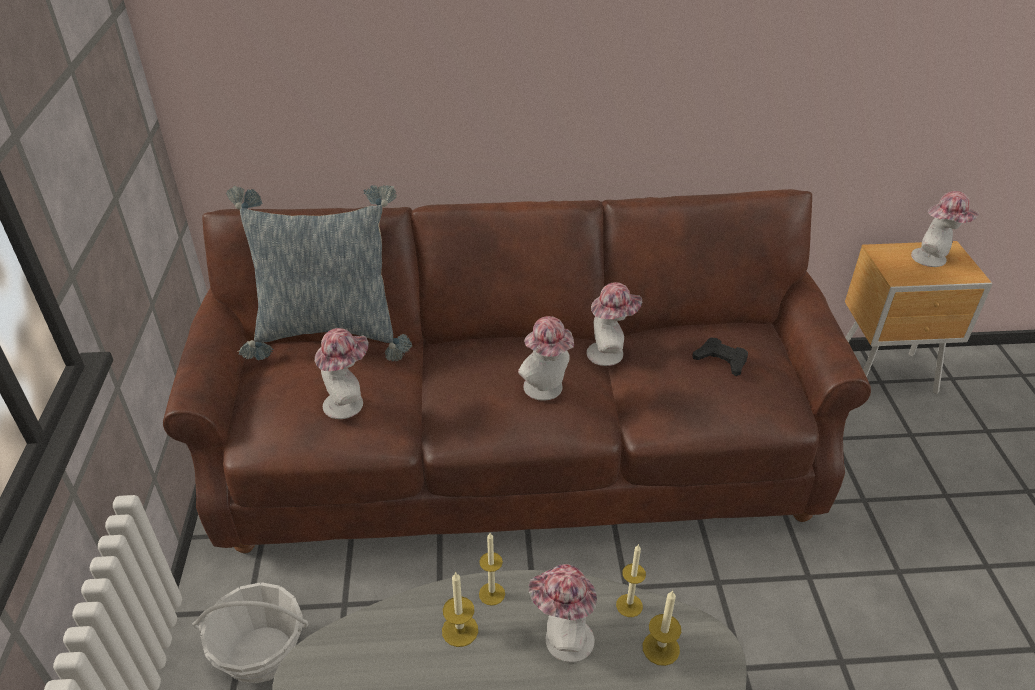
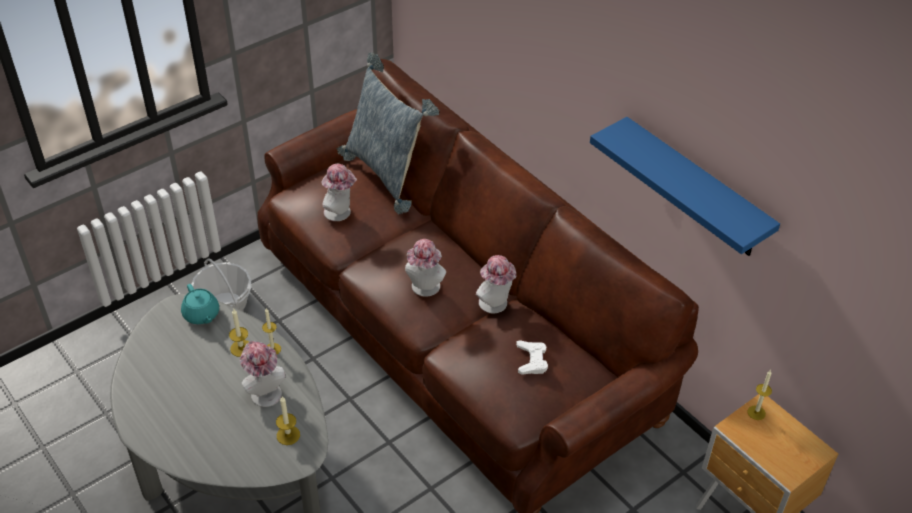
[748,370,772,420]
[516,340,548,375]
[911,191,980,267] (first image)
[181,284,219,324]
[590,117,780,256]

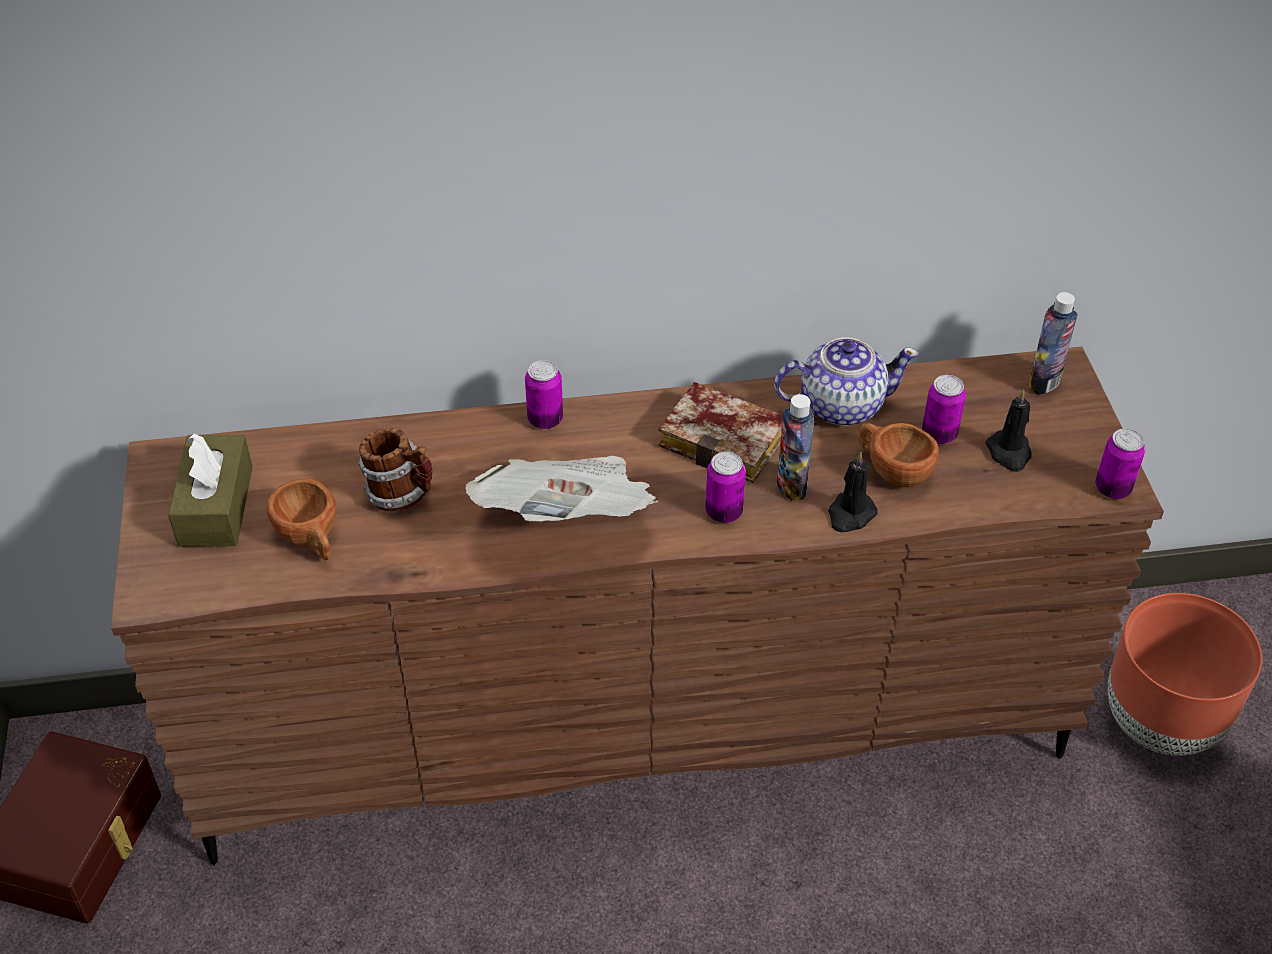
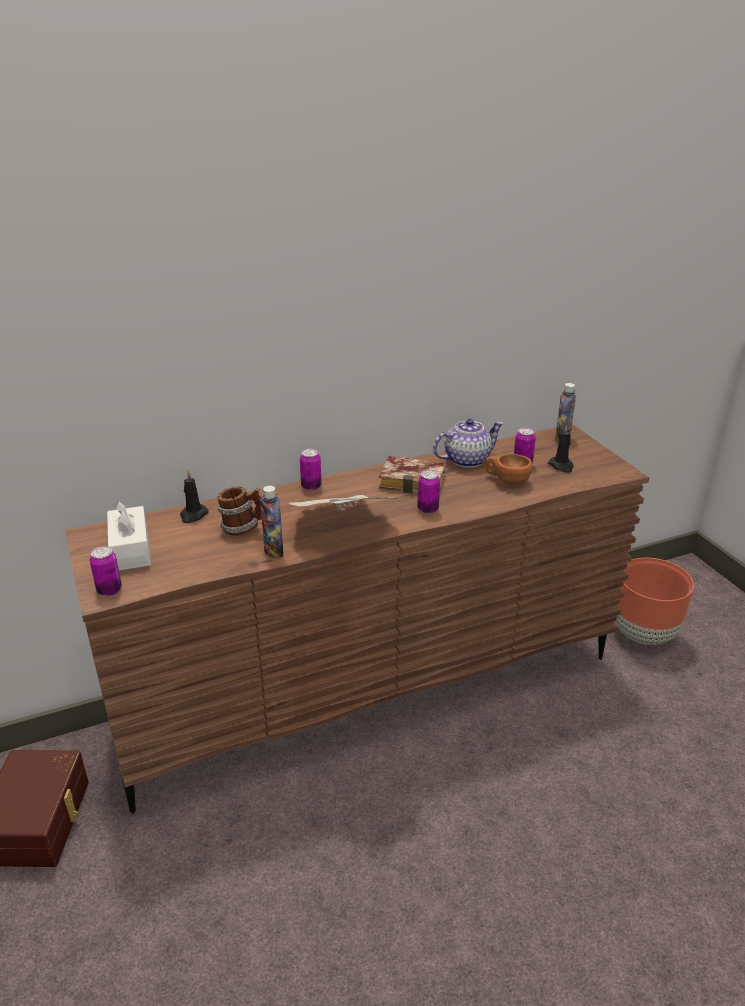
[107,501,151,571]
[267,479,337,560] (first image)
[260,486,283,559]
[180,471,209,523]
[90,546,122,596]

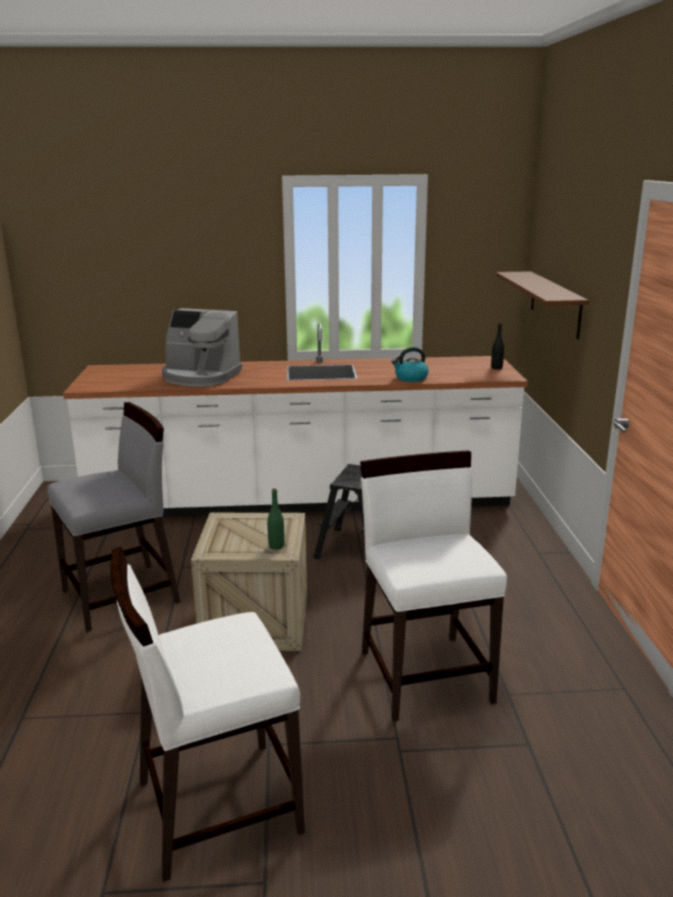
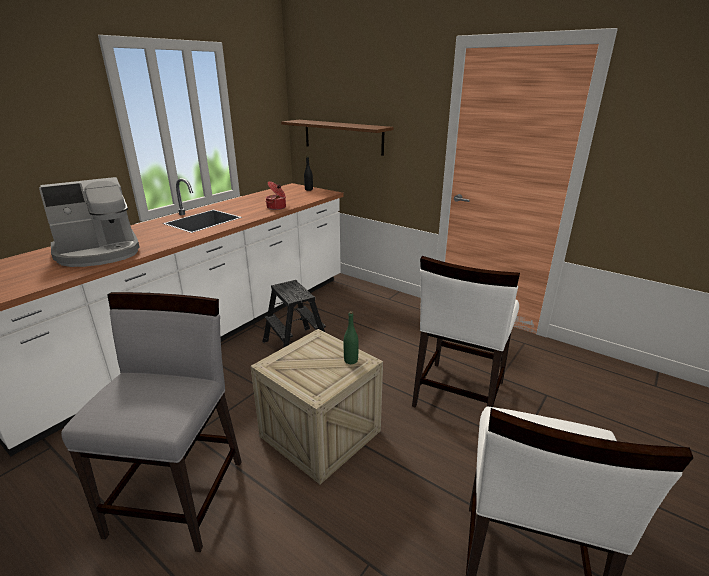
[412,256,520,408]
[265,181,286,210]

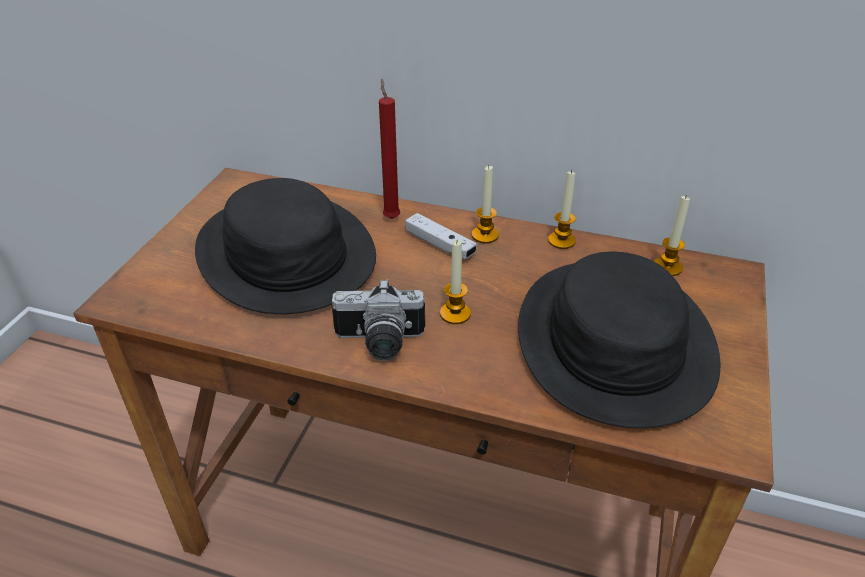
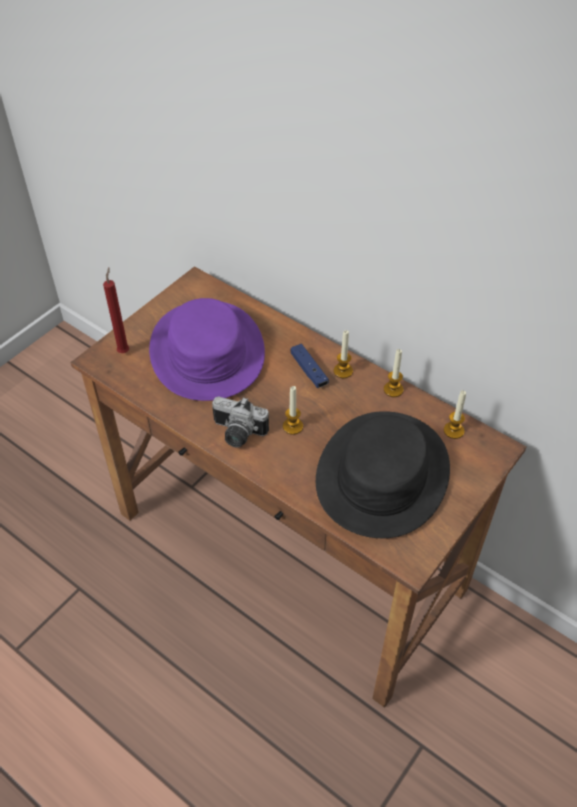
[149,298,265,401]
[103,268,129,353]
[291,344,329,388]

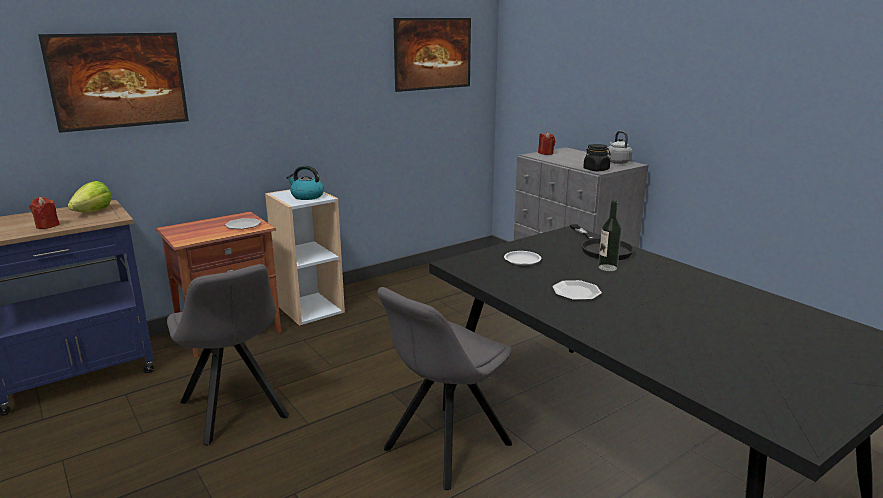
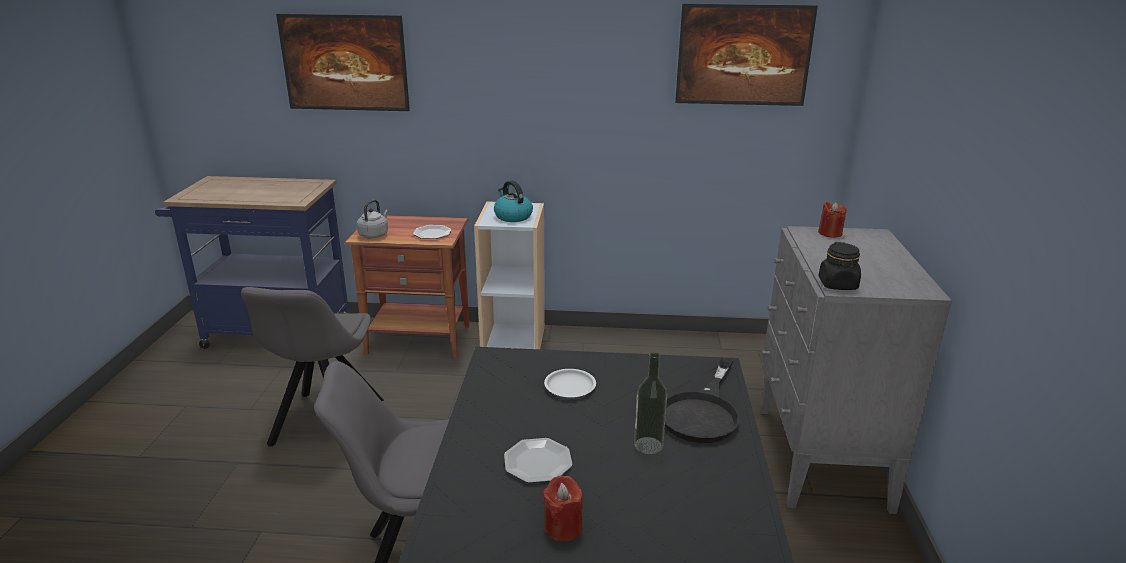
[543,475,583,541]
[68,181,112,213] (first image)
[357,199,388,238]

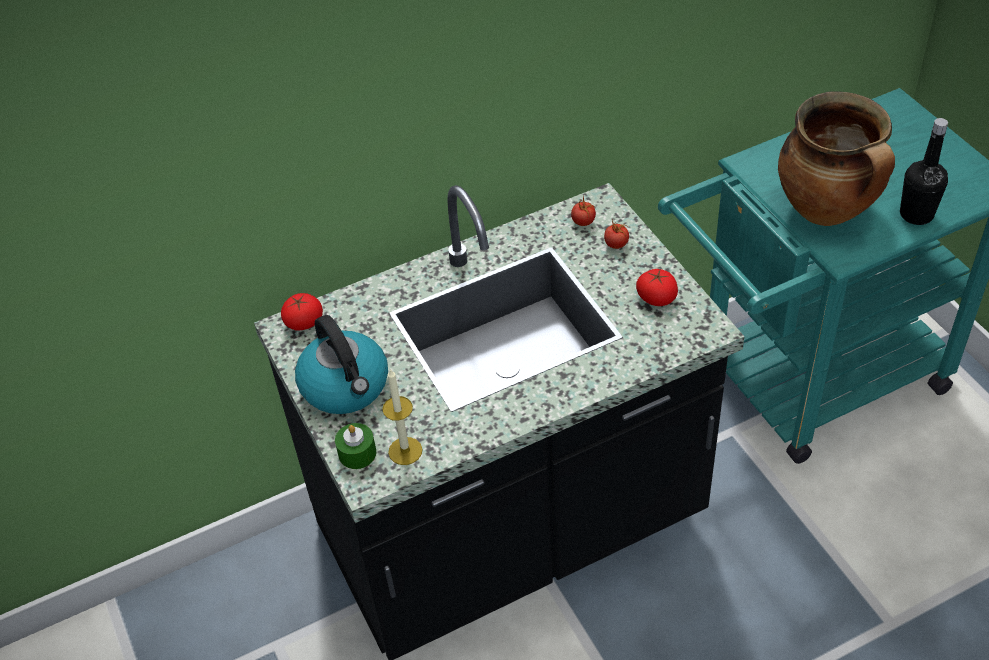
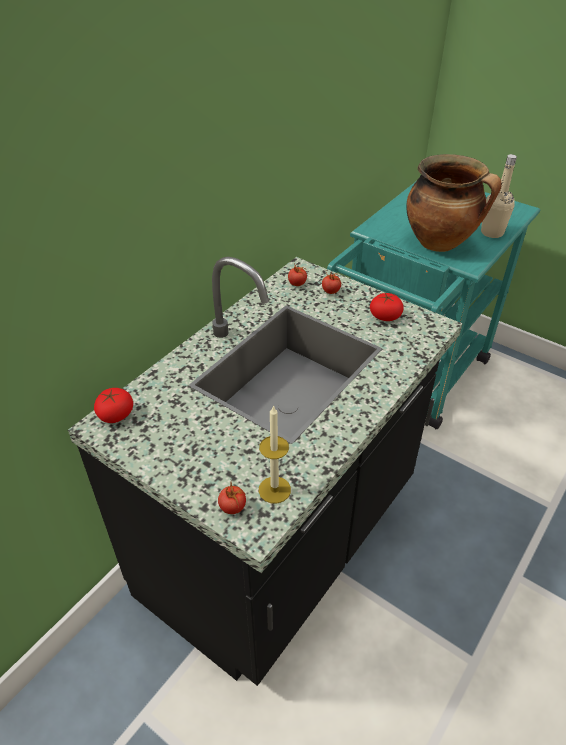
[295,315,388,414] (first image)
[218,483,246,514]
[481,154,517,238]

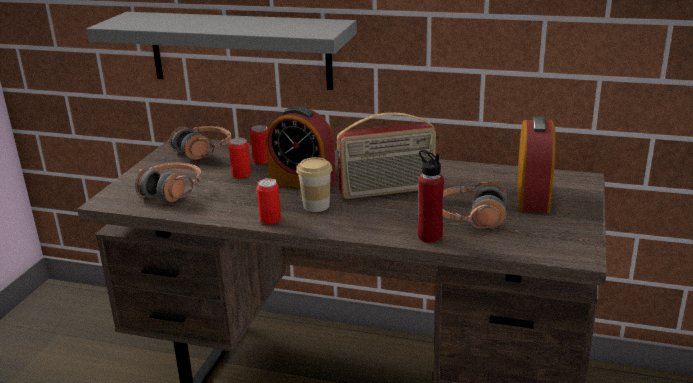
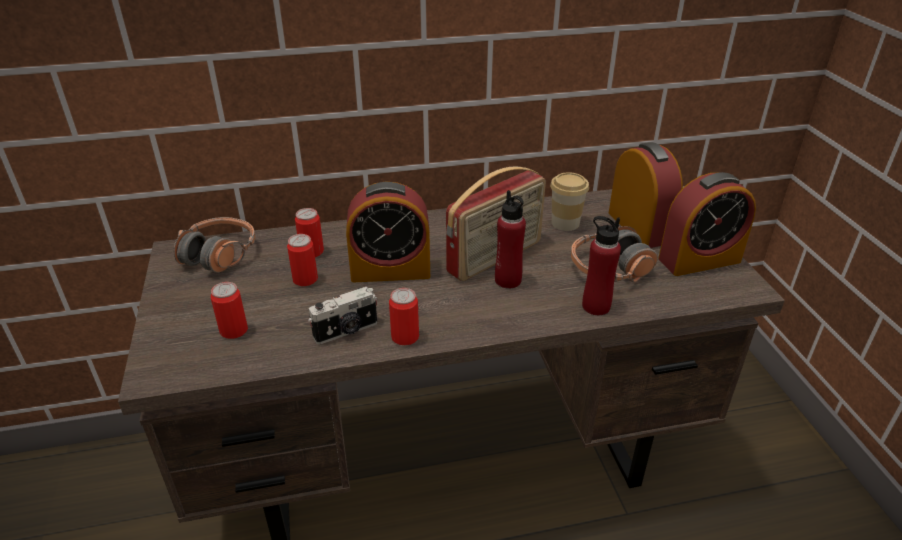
[86,12,357,90] (first image)
[211,282,248,339]
[550,172,589,231]
[308,287,377,345]
[495,190,526,289]
[658,172,756,276]

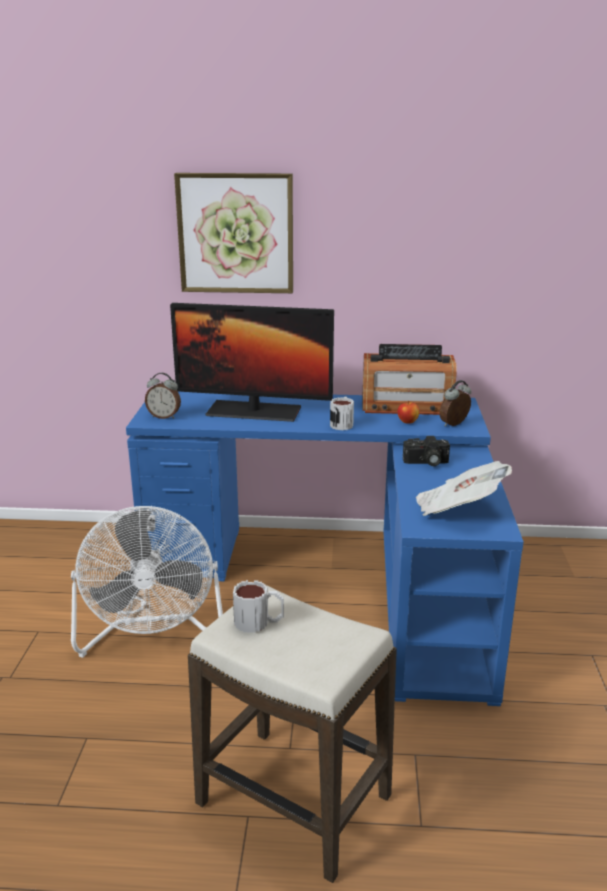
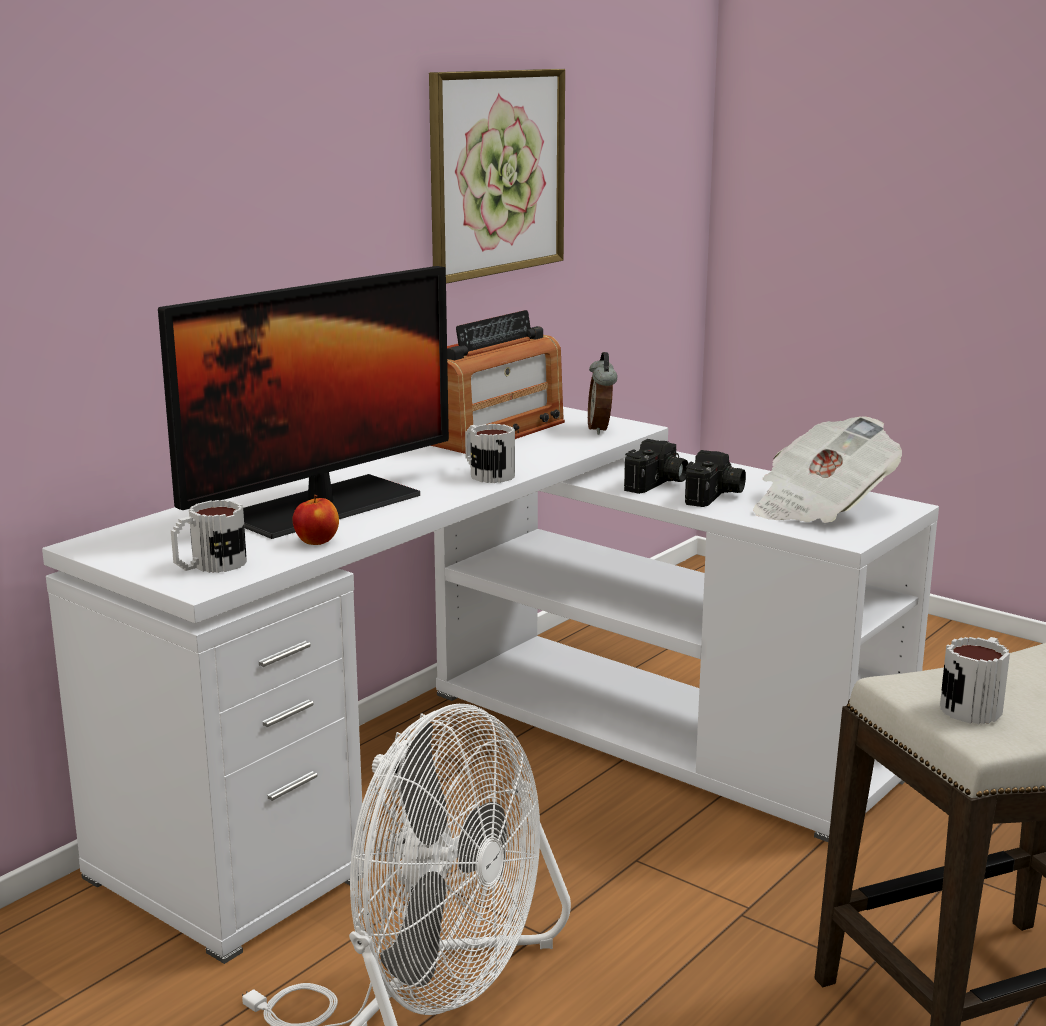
[42,407,939,964]
[171,500,247,573]
[429,69,565,284]
[293,495,339,545]
[685,450,746,507]

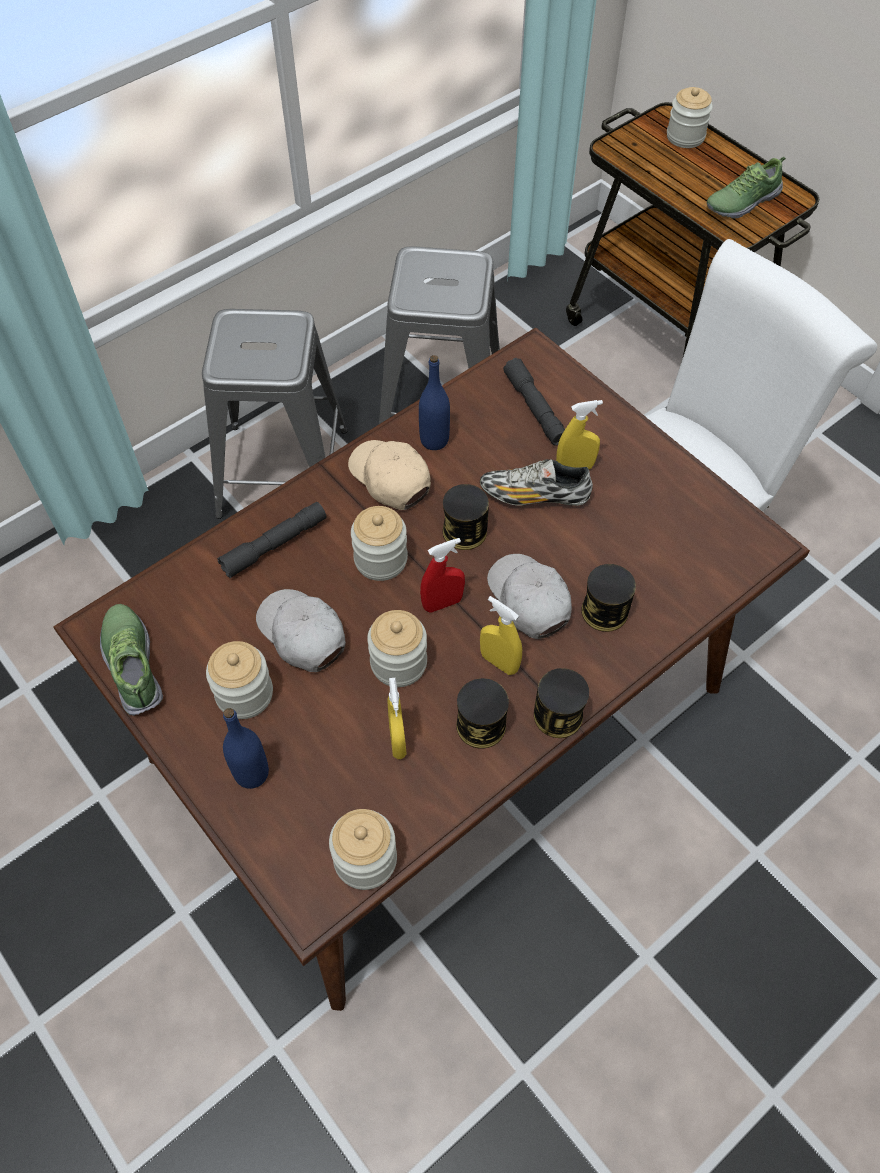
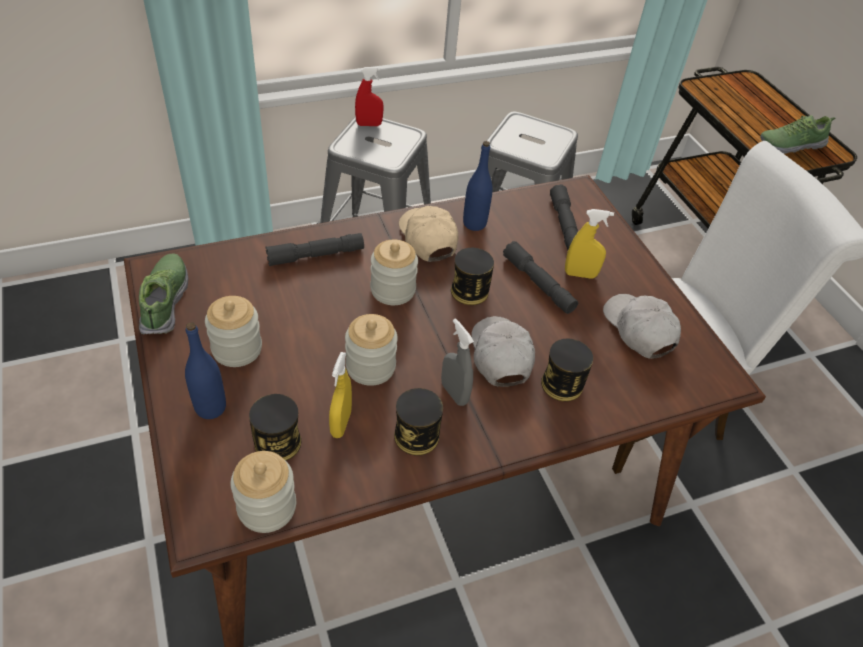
[603,294,681,359]
[355,67,384,126]
[503,241,578,314]
[441,318,474,406]
[249,394,301,461]
[667,87,713,148] (first image)

